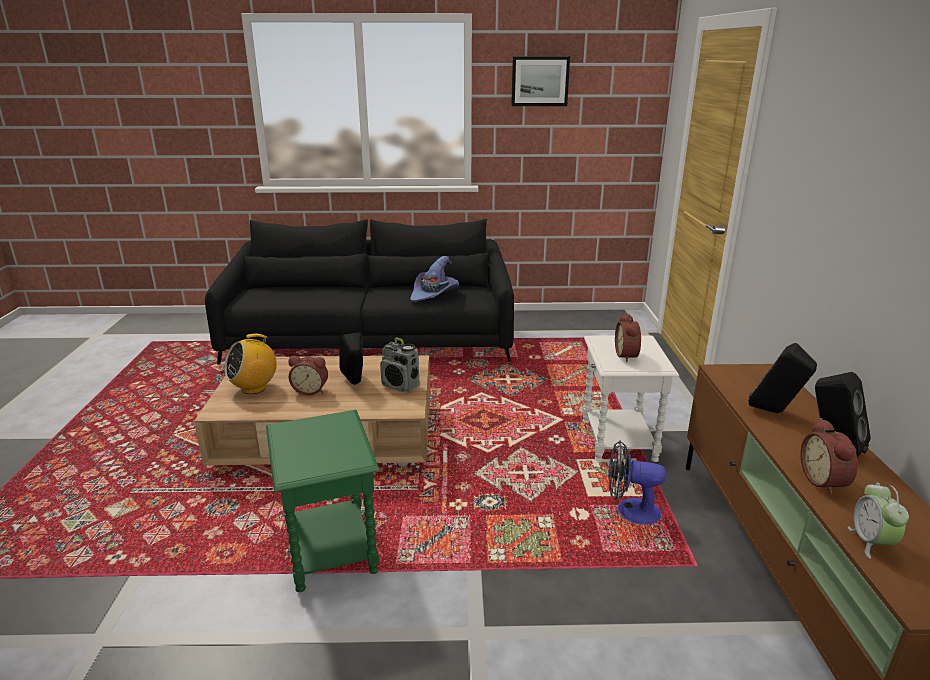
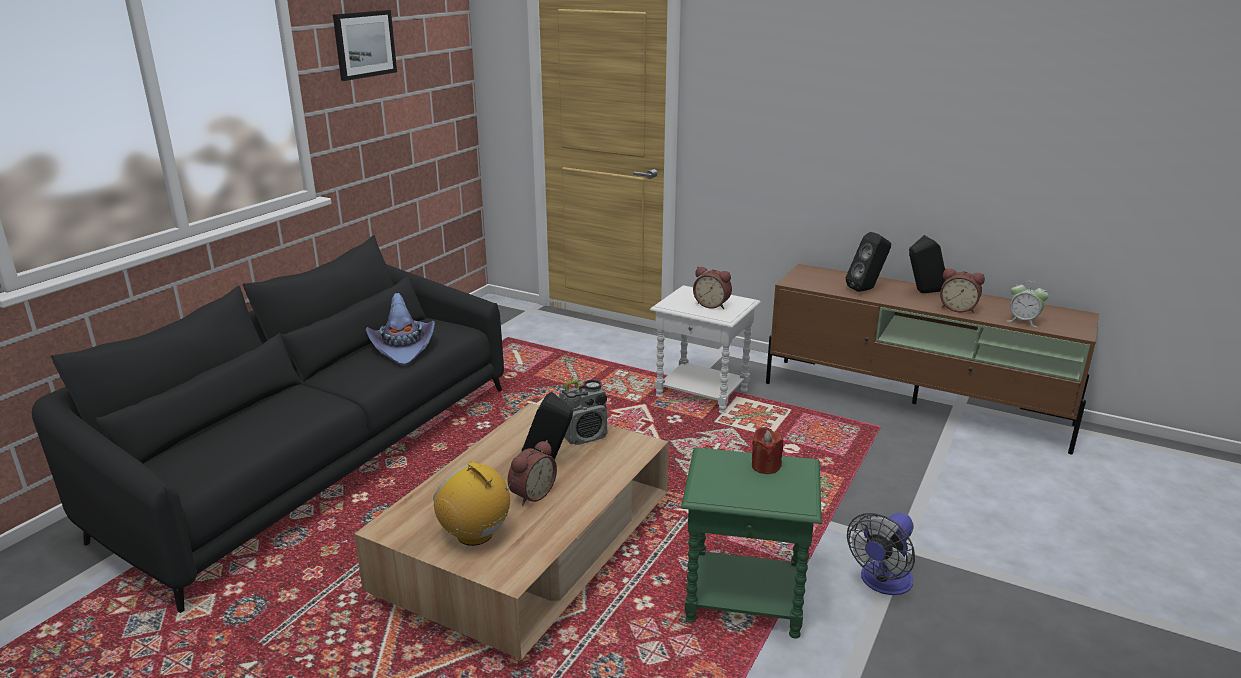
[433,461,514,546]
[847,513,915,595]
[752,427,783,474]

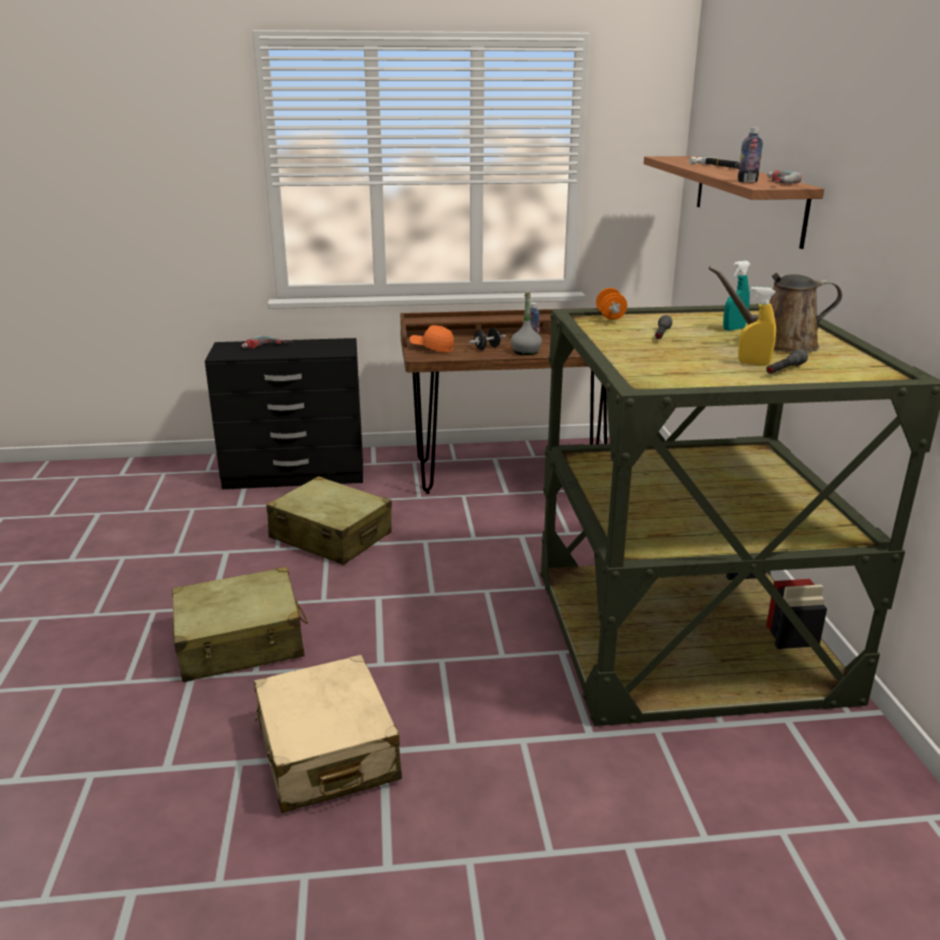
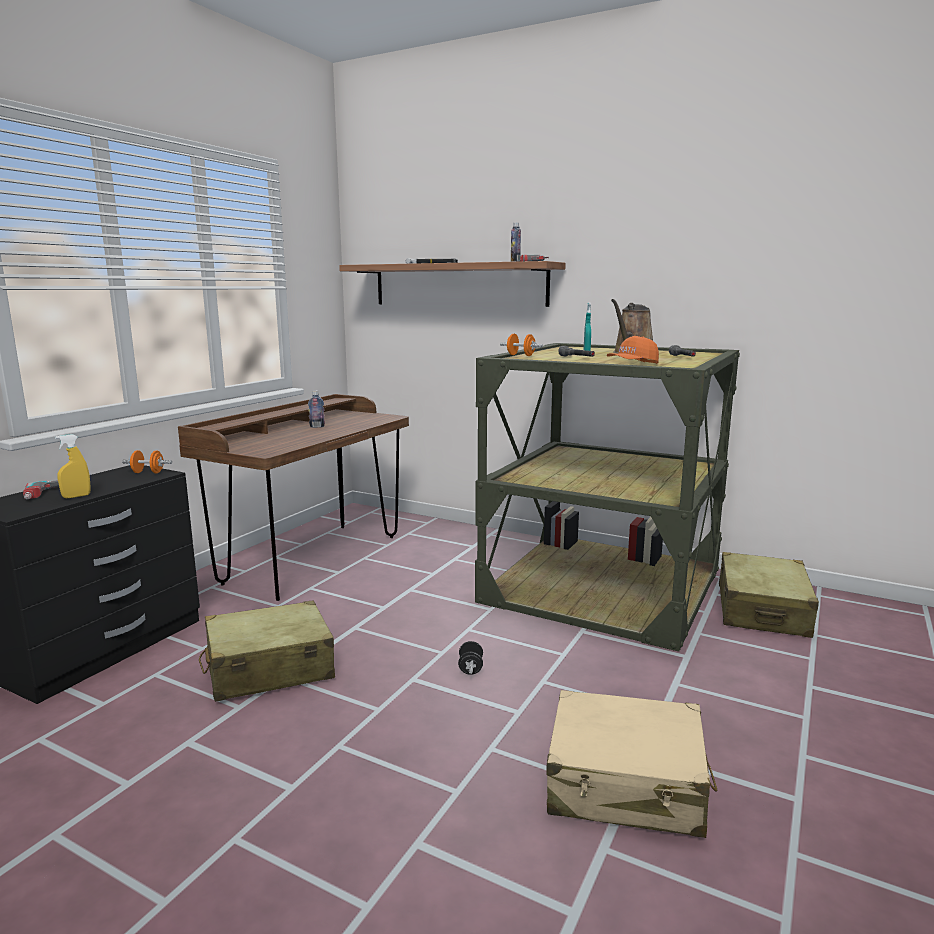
[719,552,819,638]
[607,336,659,364]
[458,641,483,675]
[511,292,542,355] (first image)
[55,434,91,498]
[122,450,172,473]

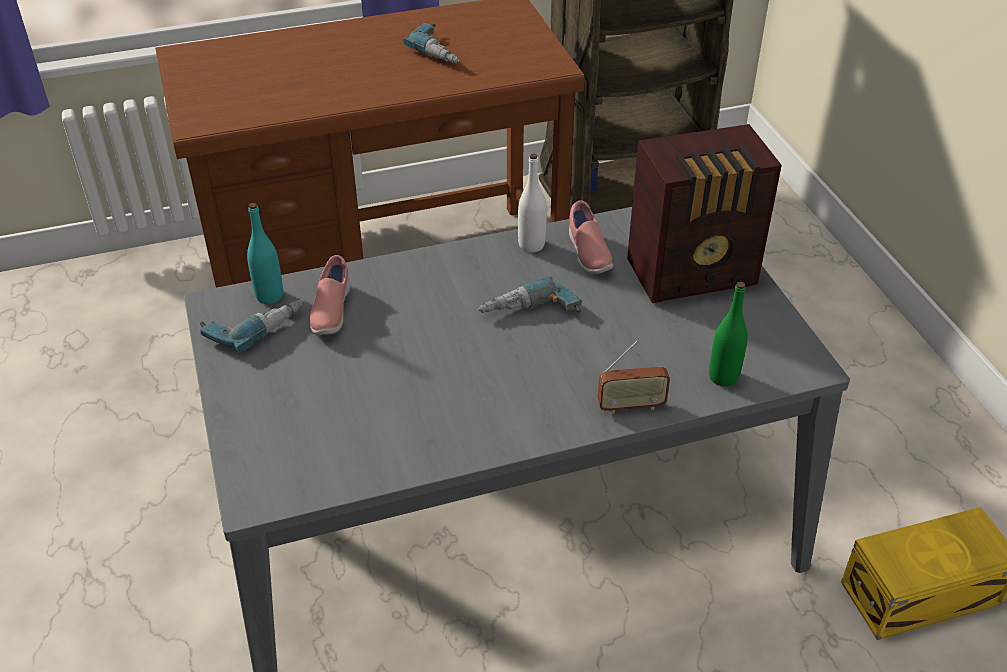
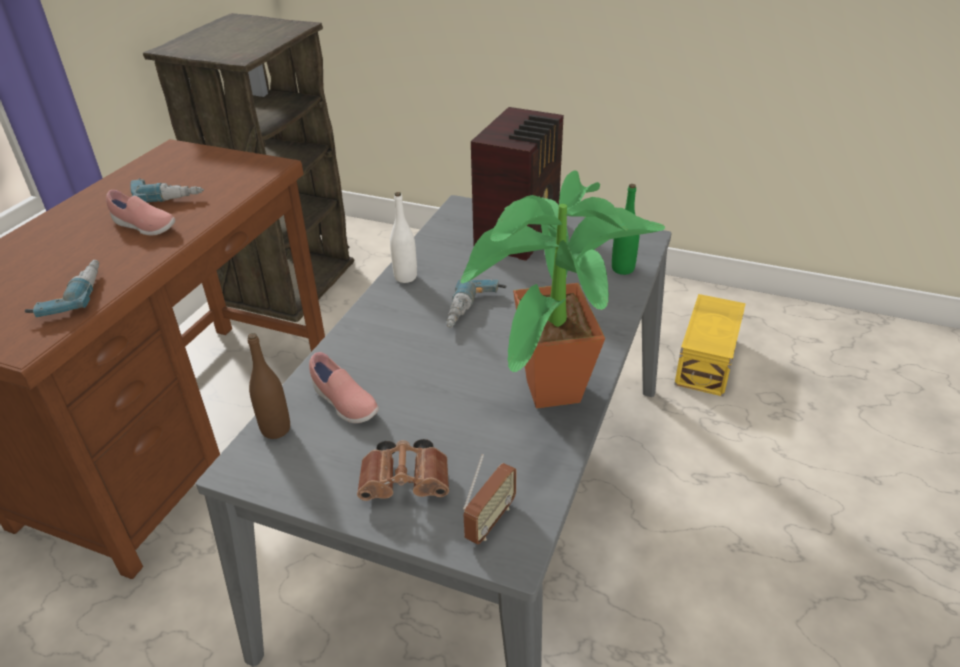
[25,260,99,317]
[248,333,290,439]
[106,190,175,235]
[463,454,516,544]
[357,439,449,501]
[460,170,665,409]

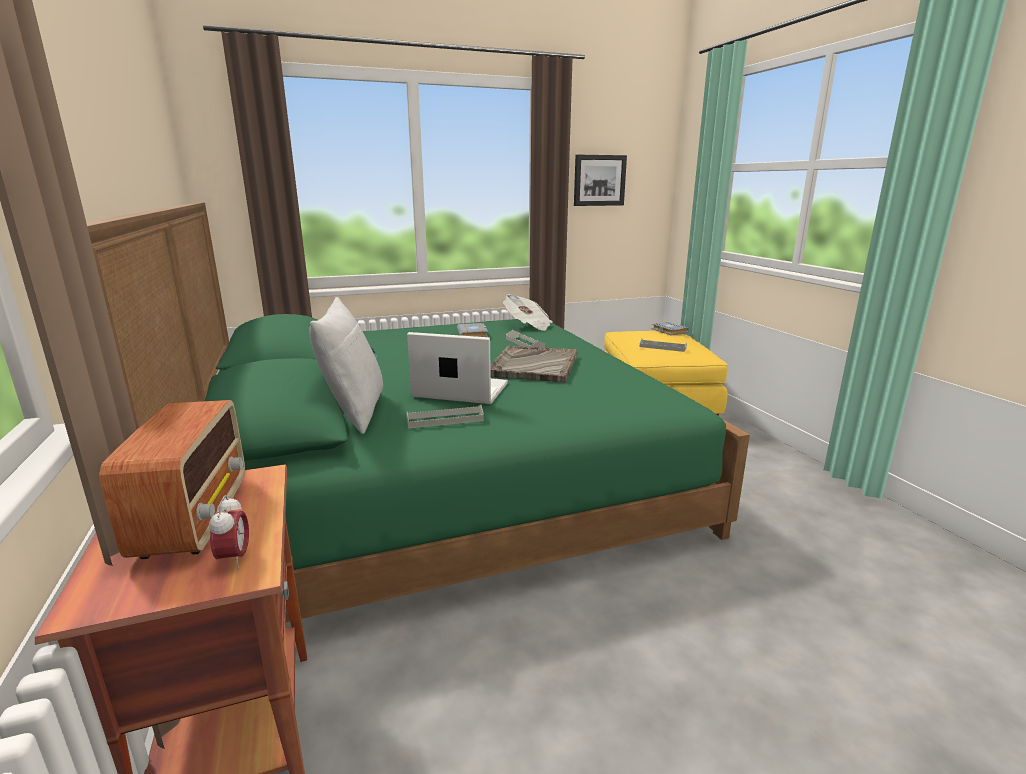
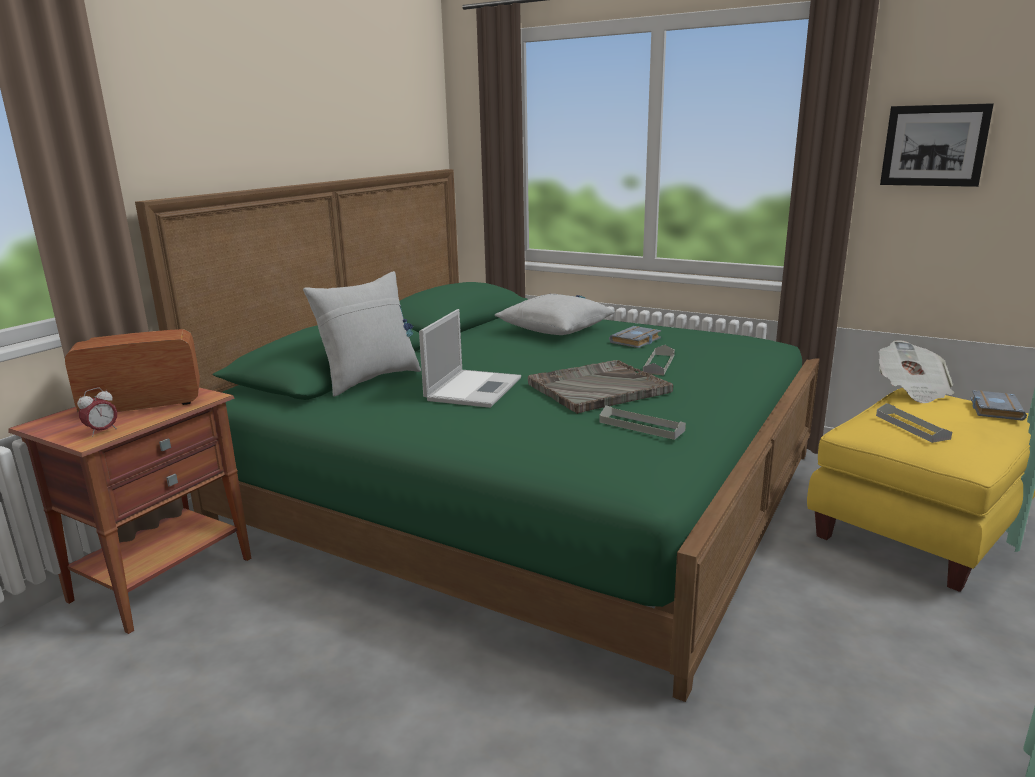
[65,329,200,412]
[599,405,686,440]
[419,309,521,408]
[879,340,954,403]
[495,294,615,335]

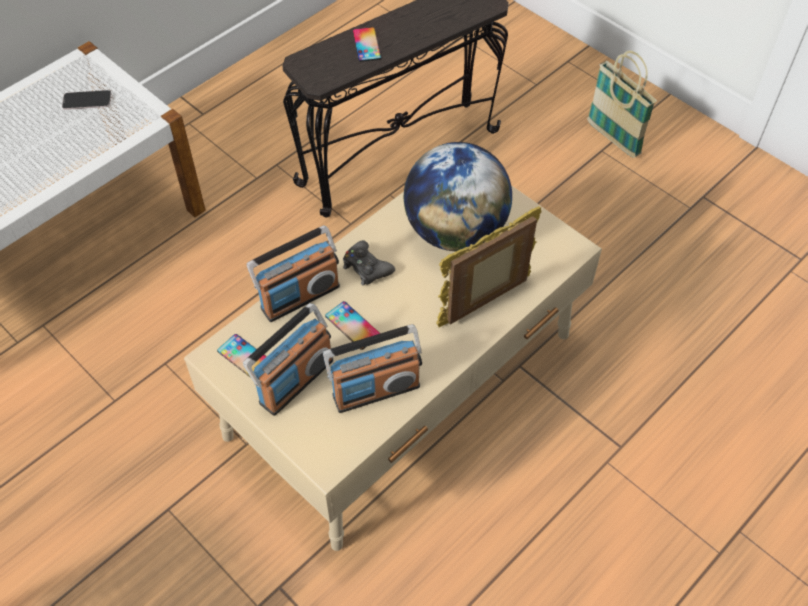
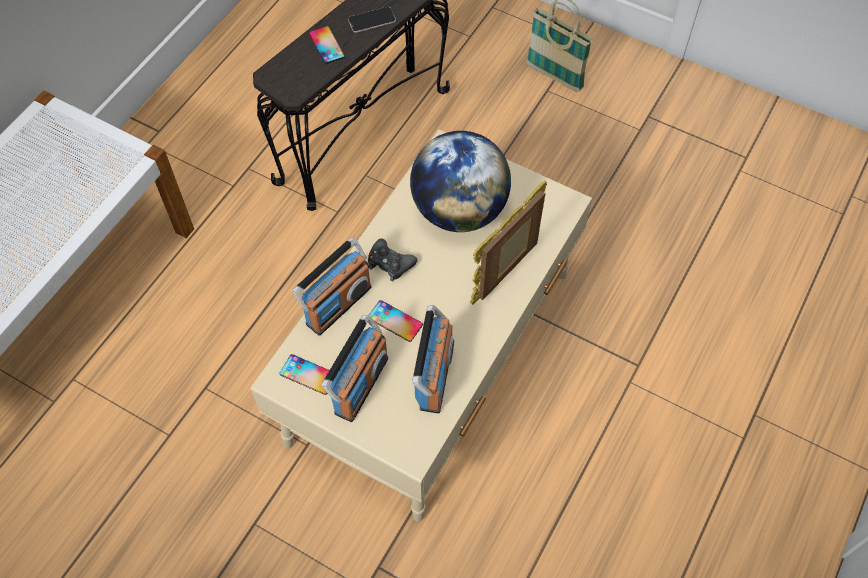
[348,7,396,33]
[412,305,454,414]

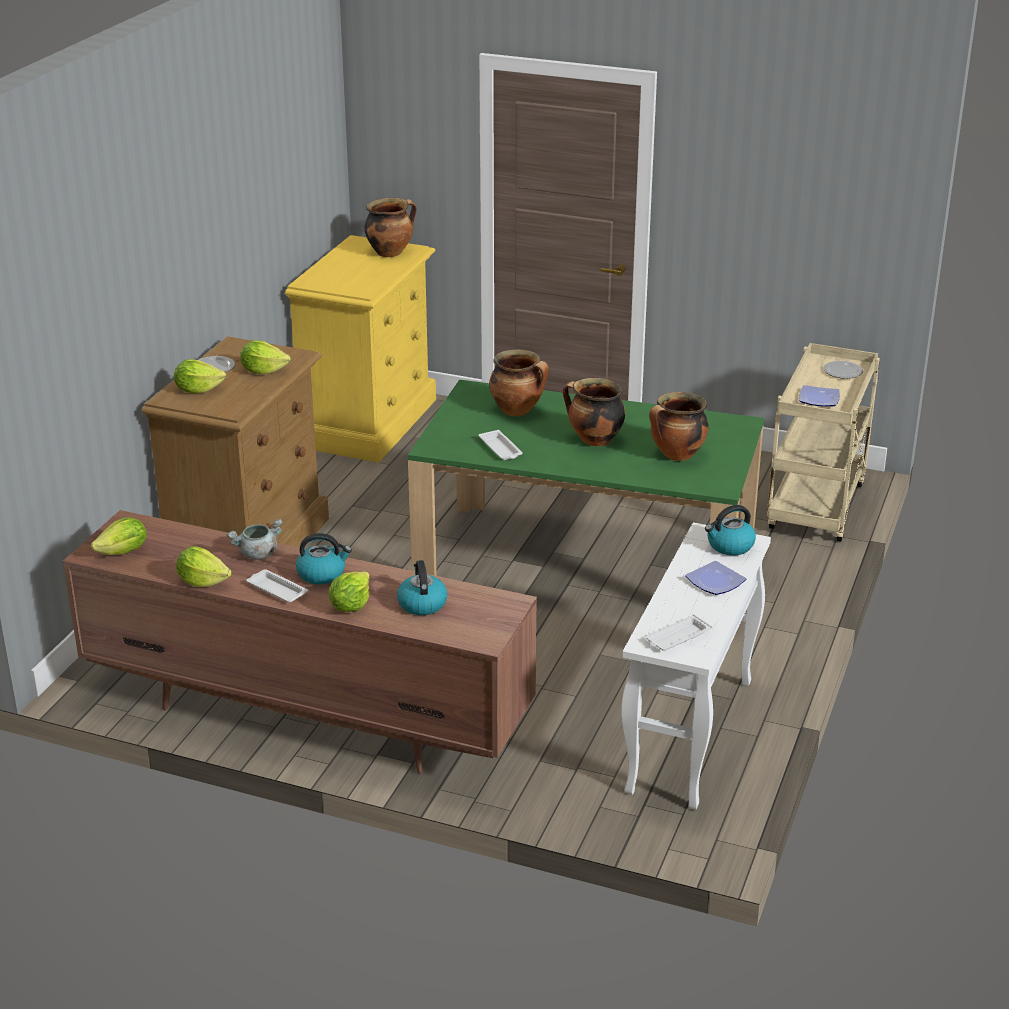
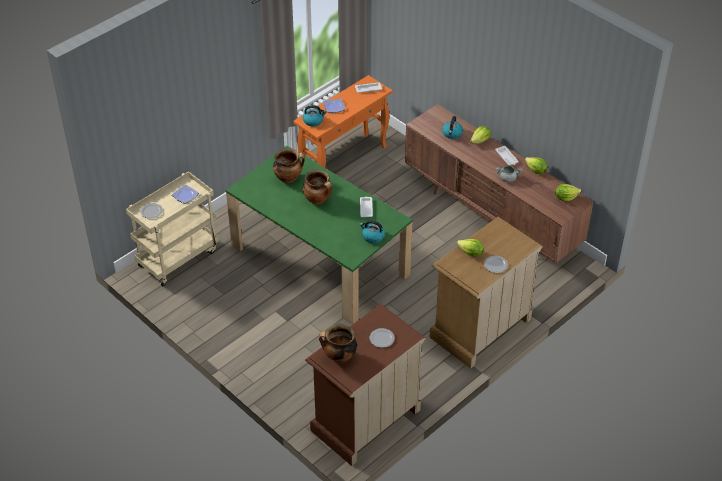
[174,359,226,393] (first image)
[305,304,426,466]
[360,220,385,243]
[489,349,549,416] (first image)
[293,75,392,168]
[370,328,395,348]

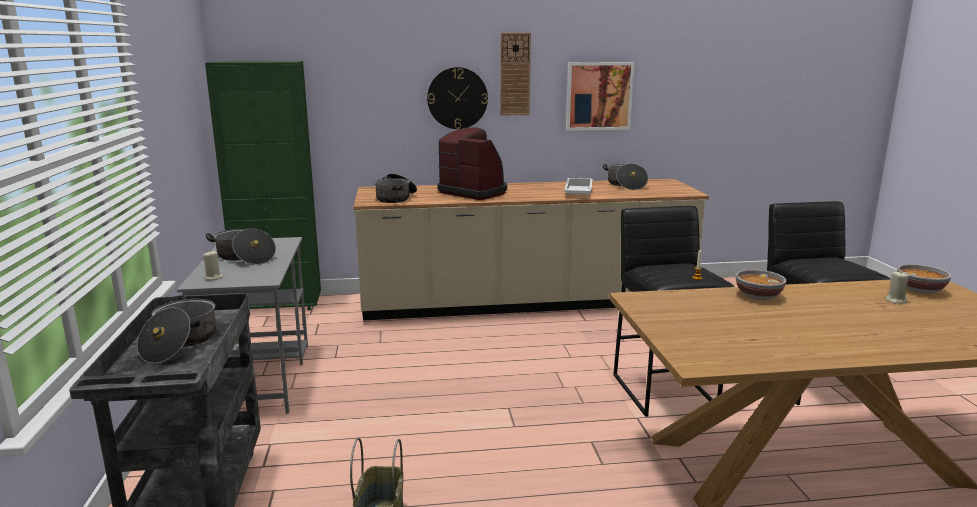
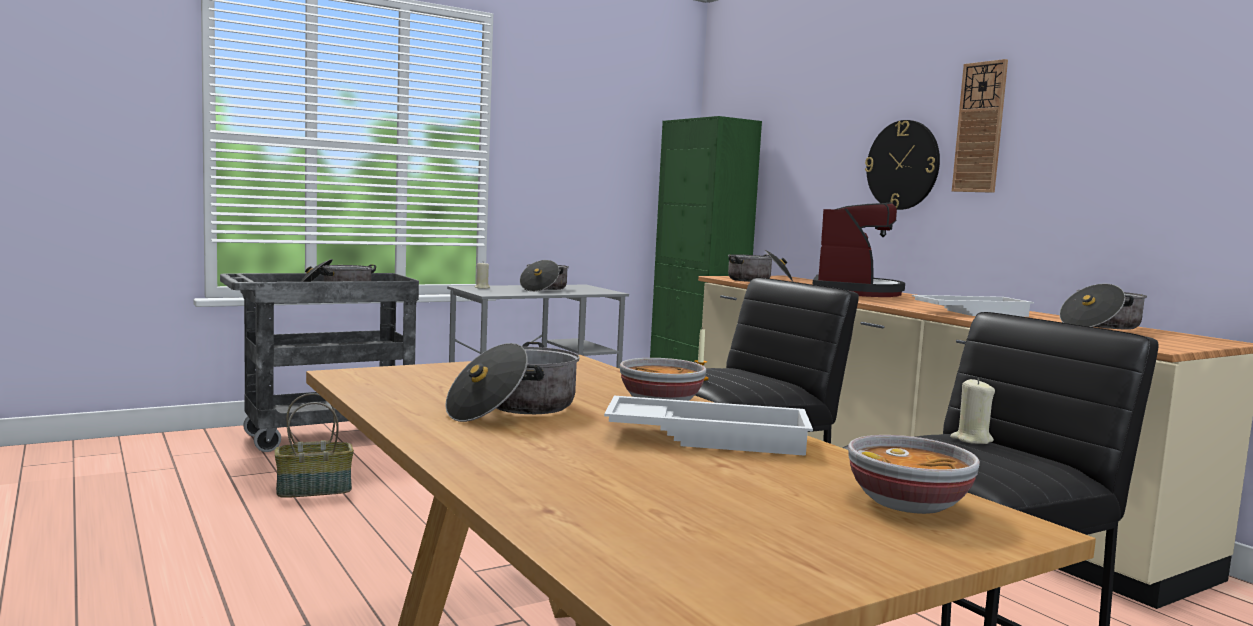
[566,62,635,131] (first image)
[950,378,995,444]
[445,342,580,422]
[604,396,813,456]

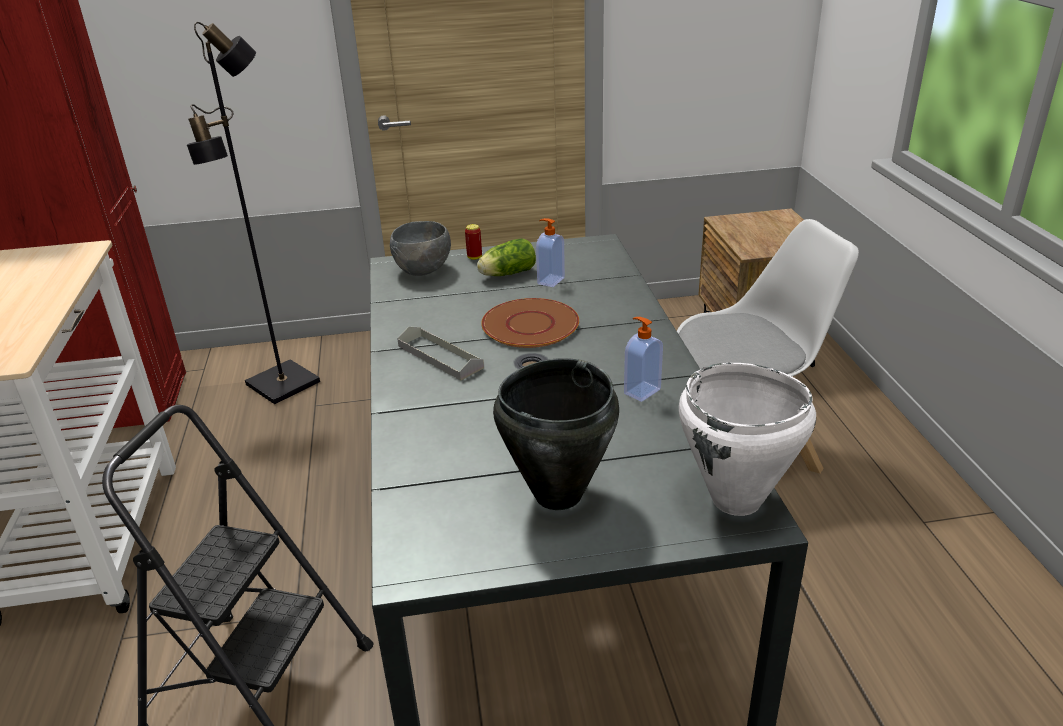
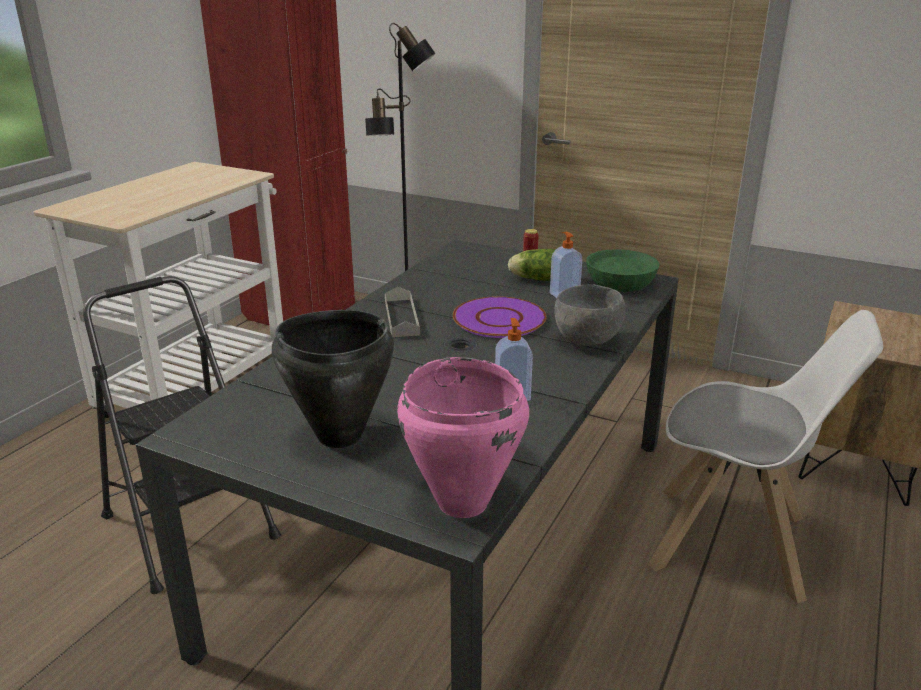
[555,285,626,346]
[453,296,547,338]
[397,357,529,518]
[586,249,660,292]

